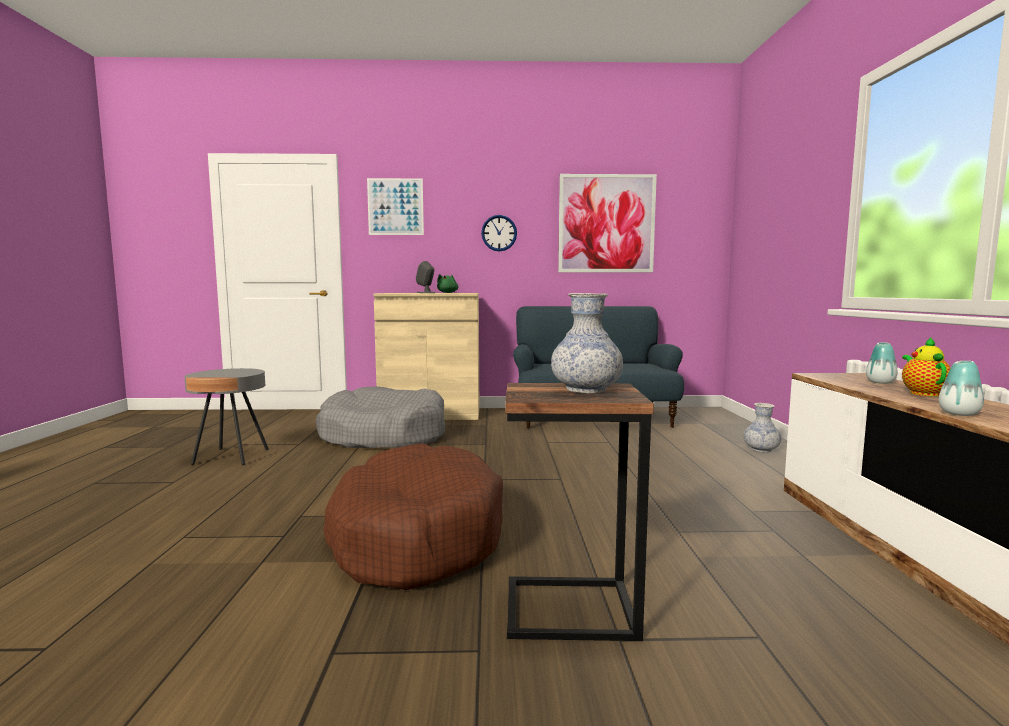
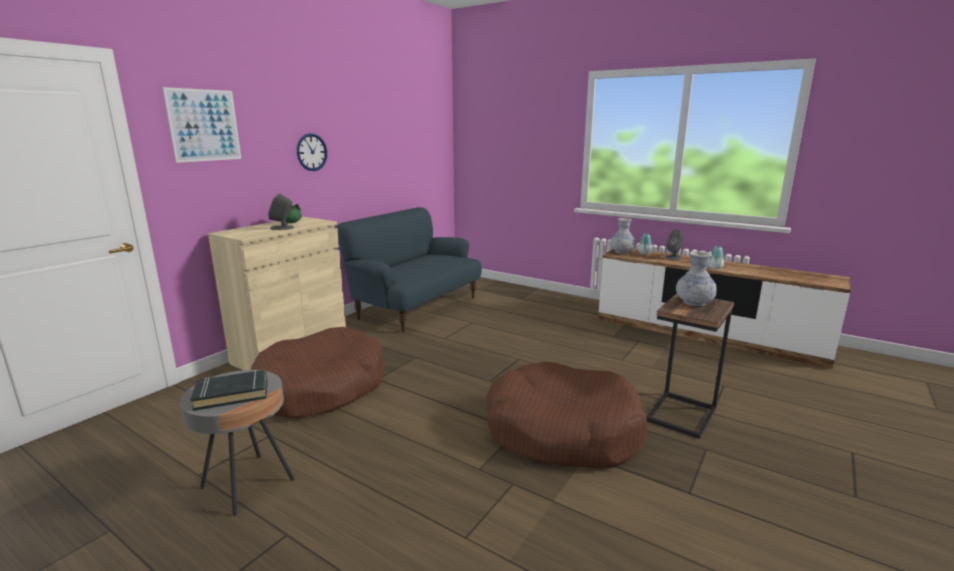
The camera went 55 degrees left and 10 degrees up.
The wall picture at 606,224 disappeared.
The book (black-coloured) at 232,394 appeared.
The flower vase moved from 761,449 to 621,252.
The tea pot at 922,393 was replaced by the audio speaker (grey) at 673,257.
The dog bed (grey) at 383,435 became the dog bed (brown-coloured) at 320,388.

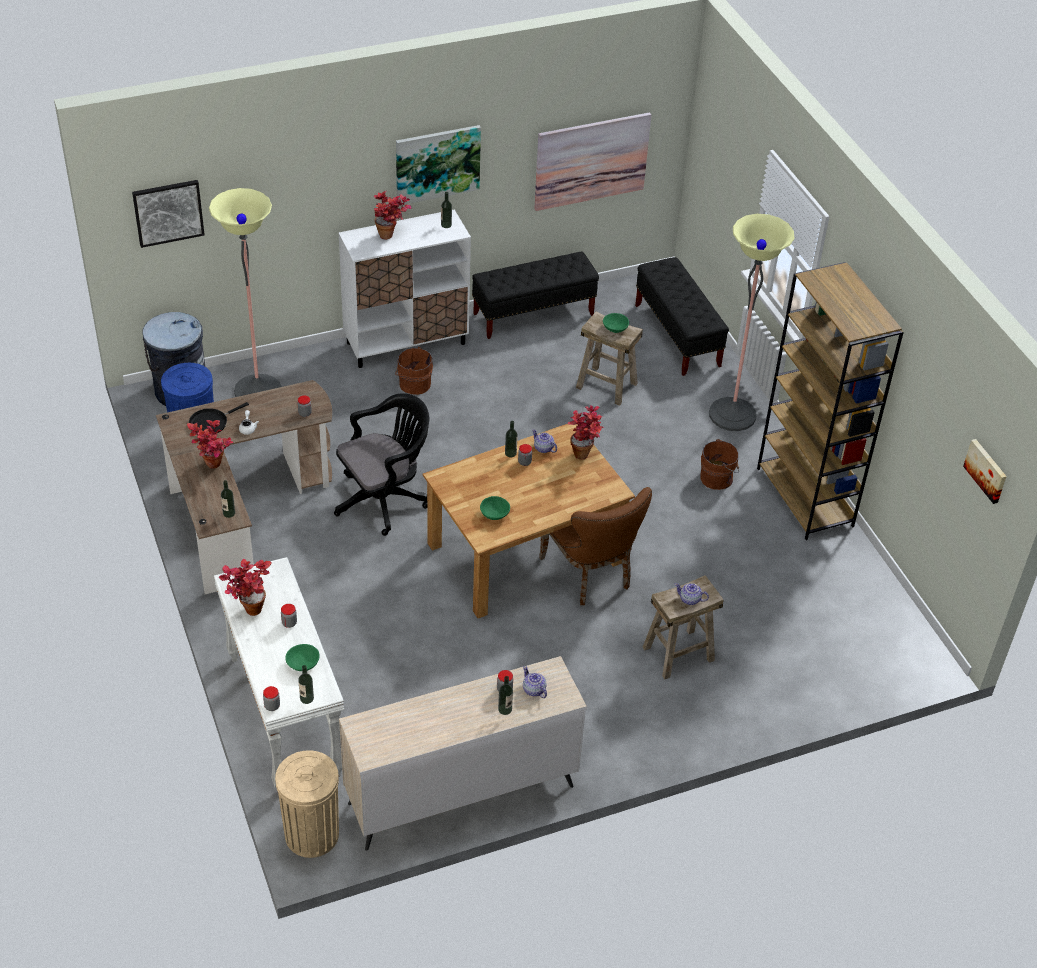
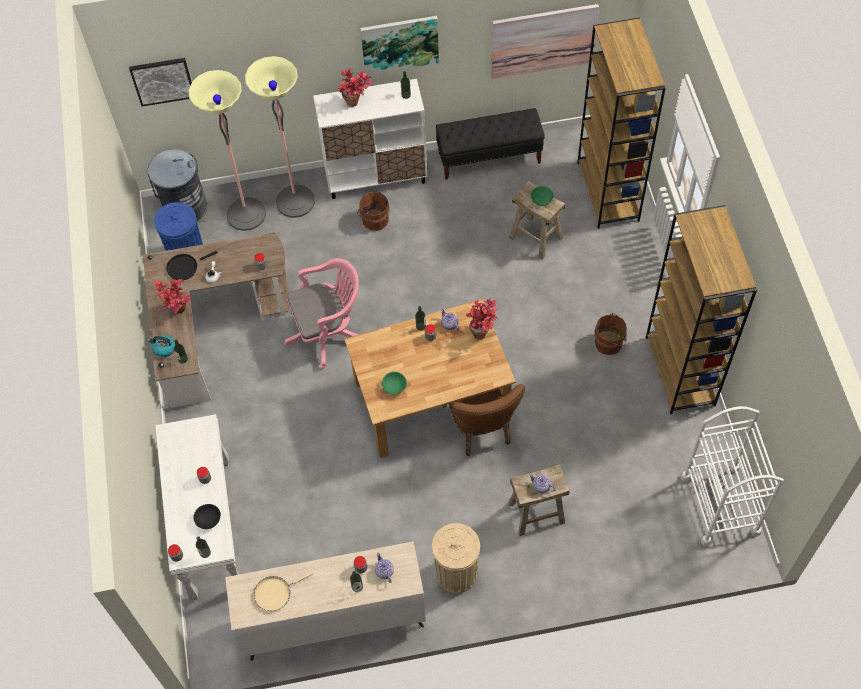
The camera went 15 degrees right and 15 degrees up.
The houseplant at 248,608 disappeared.
The wall picture at 986,470 disappeared.
The kettle at 164,348 appeared.
The frying pan (sand-coloured) at 275,593 appeared.
The wheeled cart (whitish) at 720,504 appeared.
The trash can (sand-coloured) moved from 312,834 to 456,573.
The floor lamp moved from 732,415 to 295,201.
The long seat (black-coloured) at 677,336 was replaced by the bookshelf (brown-coloured) at 608,192.
The serving bowl (green-coloured) at 303,664 became the serving bowl (black-coloured) at 208,520.
The office chair (black-coloured) at 385,499 became the office chair (pink-coloured) at 328,333.

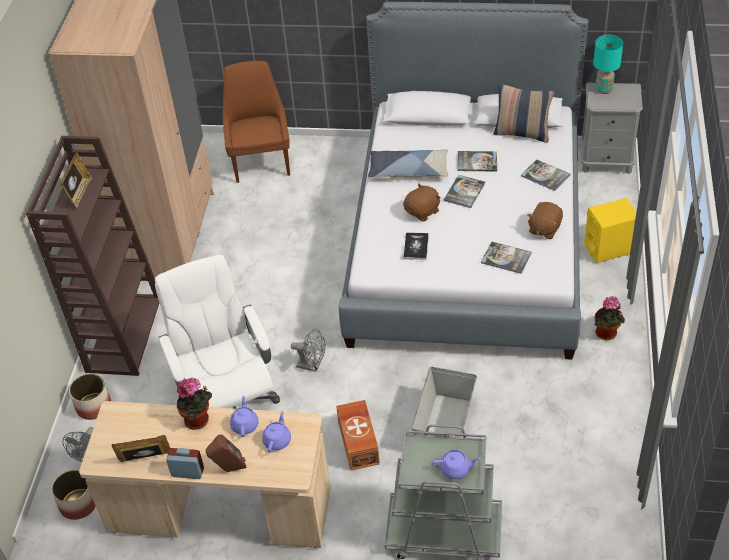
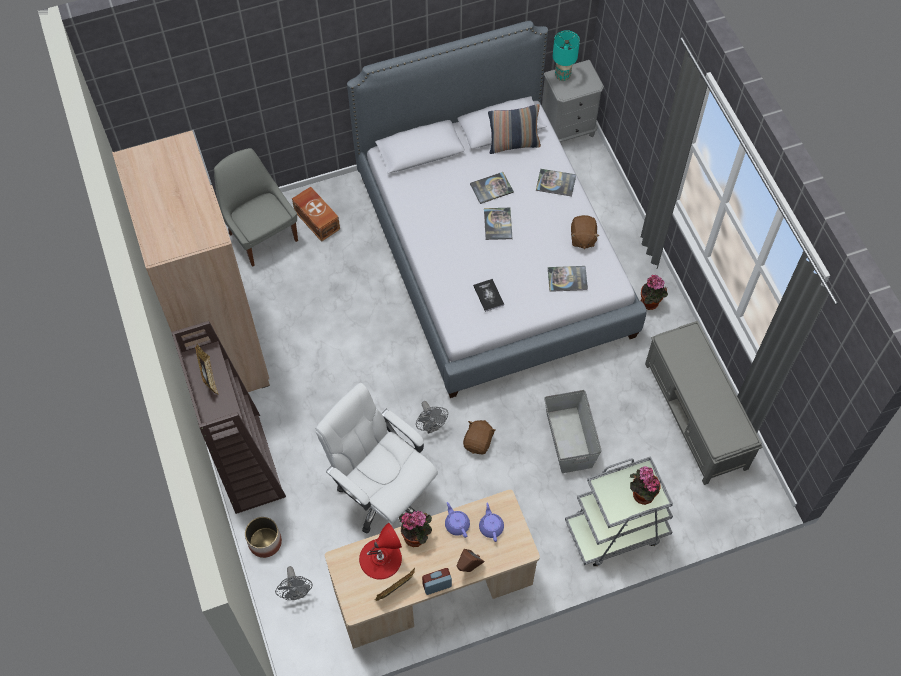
The camera went 30 degrees left and 15 degrees up.
The planter at 78,504 disappeared.
The cushion at 408,170 disappeared.
The audio speaker (yellowish) at 609,248 disappeared.
The tabletop lamp (red-coloured) at 380,558 appeared.
The long seat (grey) at 696,416 appeared.
The storage bin (brown-coloured) moved from 359,442 to 317,219.
The cuddly toy (brown-coloured) moved from 422,212 to 478,442.
The tea pot (purple) at 455,469 was replaced by the houseplant at 641,494.
The chair (brown-coloured) at 261,162 became the chair (grey) at 261,235.
The fan (grey) at 312,365 turned 75 degrees clockwise.

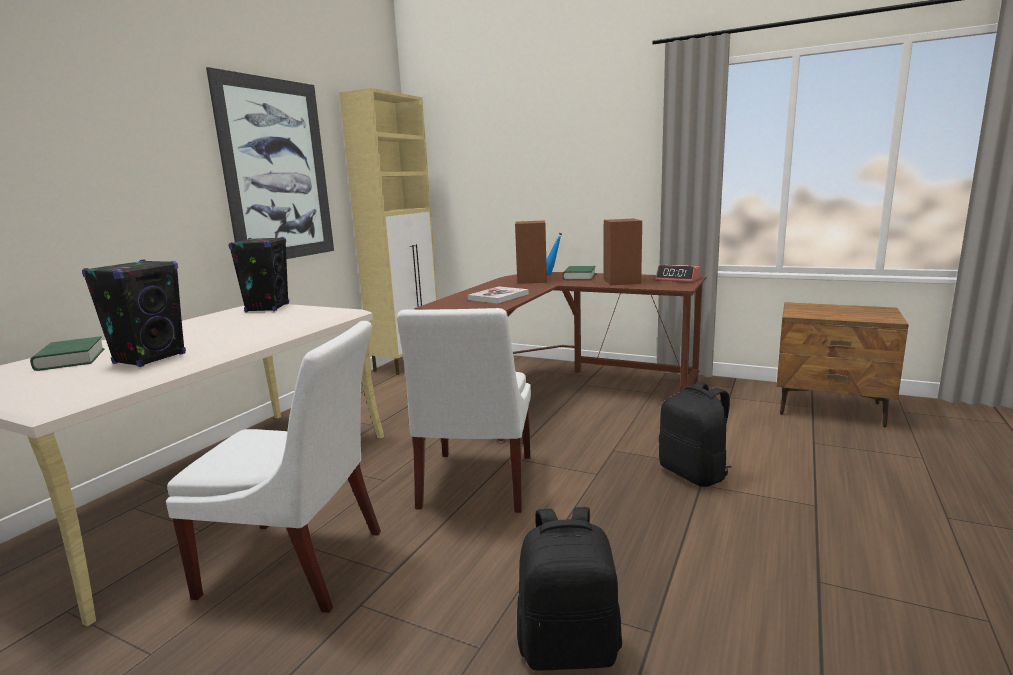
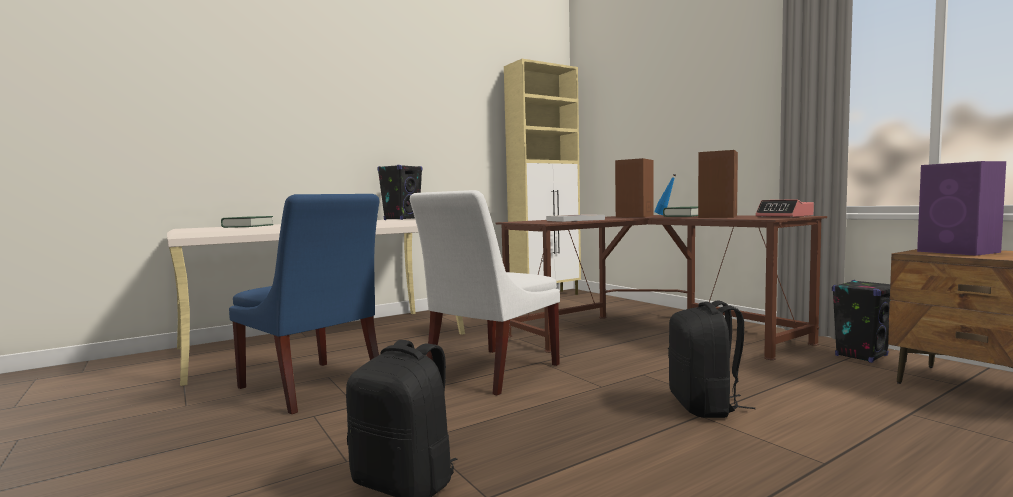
The camera went 30 degrees right and 10 degrees down.
The wall picture at 277,171 disappeared.
The audio speaker (purple) at 960,252 appeared.
The audio speaker (black-coloured) moved from 150,358 to 861,356.
The chair (whitish) at 300,565 became the chair (blue-coloured) at 313,387.

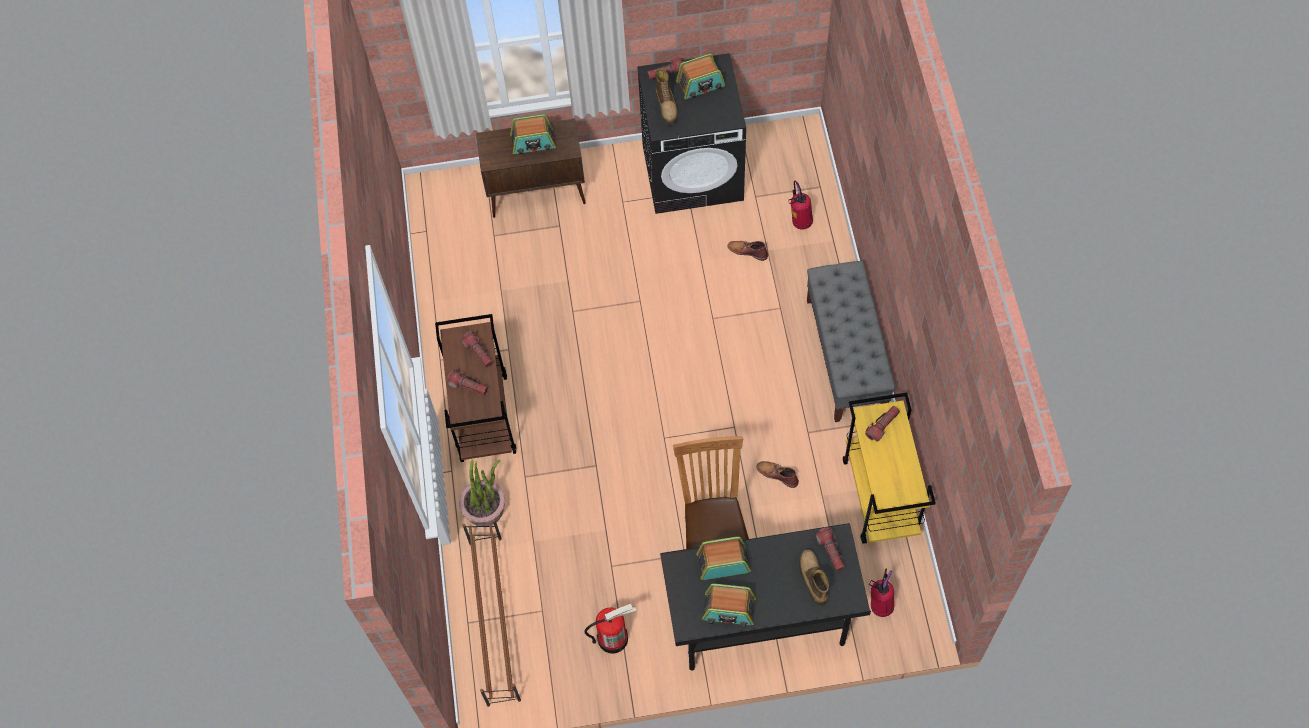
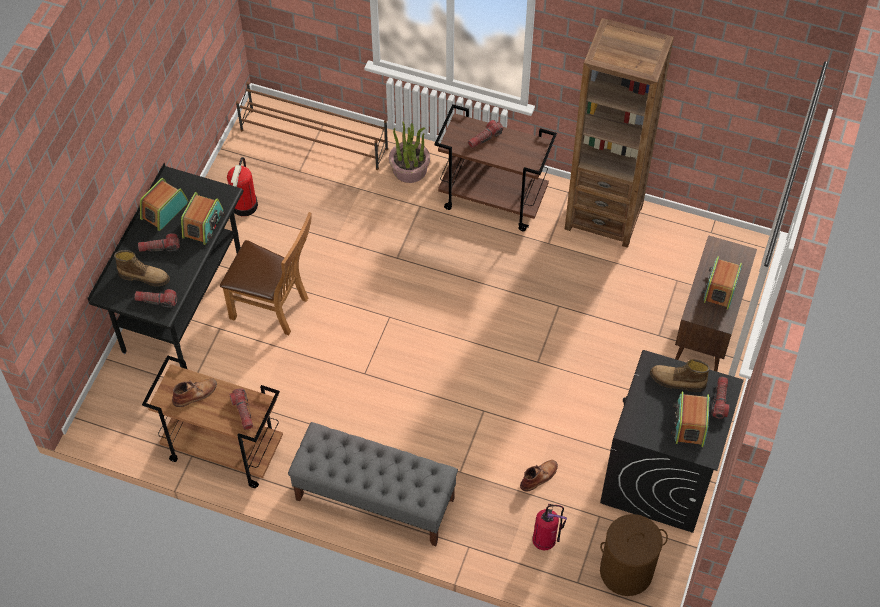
The camera went 115 degrees right and 5 degrees down.
The extinguisher at 880,605 disappeared.
The bookshelf (brown-coloured) at 604,217 appeared.
The laundry basket (brown-coloured) at 625,571 appeared.
The flashlight moved from 478,352 to 159,247.
The high-top boot (brown-coloured) moved from 777,474 to 195,394.
The wheeled cart (yellowish) at 881,497 became the wheeled cart (brown-coloured) at 223,451.

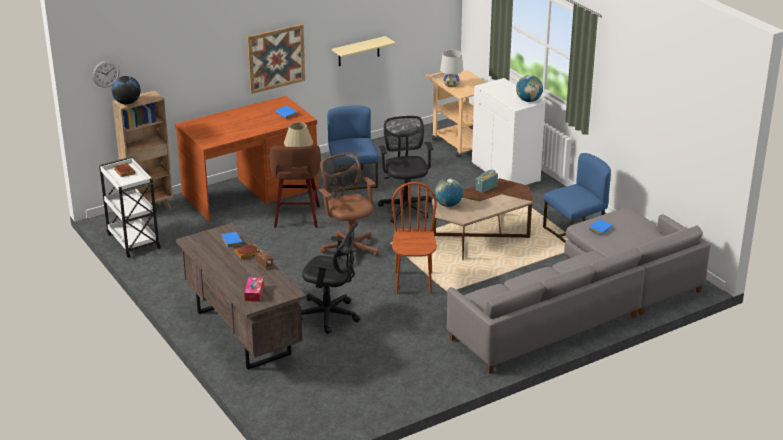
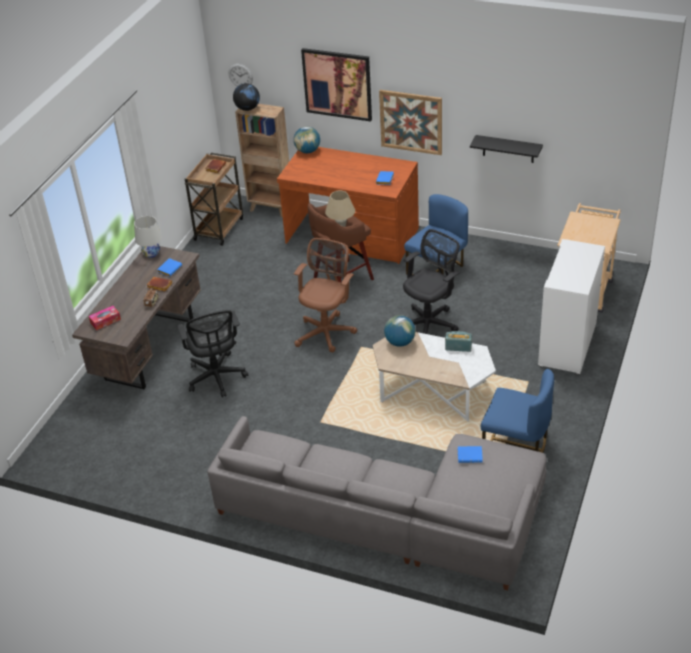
The camera went 55 degrees right and 10 degrees up.
The chair (brown-coloured) at 413,282 disappeared.
The wall picture at 337,84 appeared.
The tabletop lamp (whitish) moved from 451,84 to 151,253.
The desk globe moved from 528,100 to 308,151.
The wheeled cart (whitish) at 133,240 became the wheeled cart (brown-coloured) at 219,228.
The wall shelf (sand-coloured) at 358,51 became the wall shelf (black-coloured) at 508,149.
The lounge table (brown-coloured) at 481,237 became the lounge table (whitish) at 433,392.

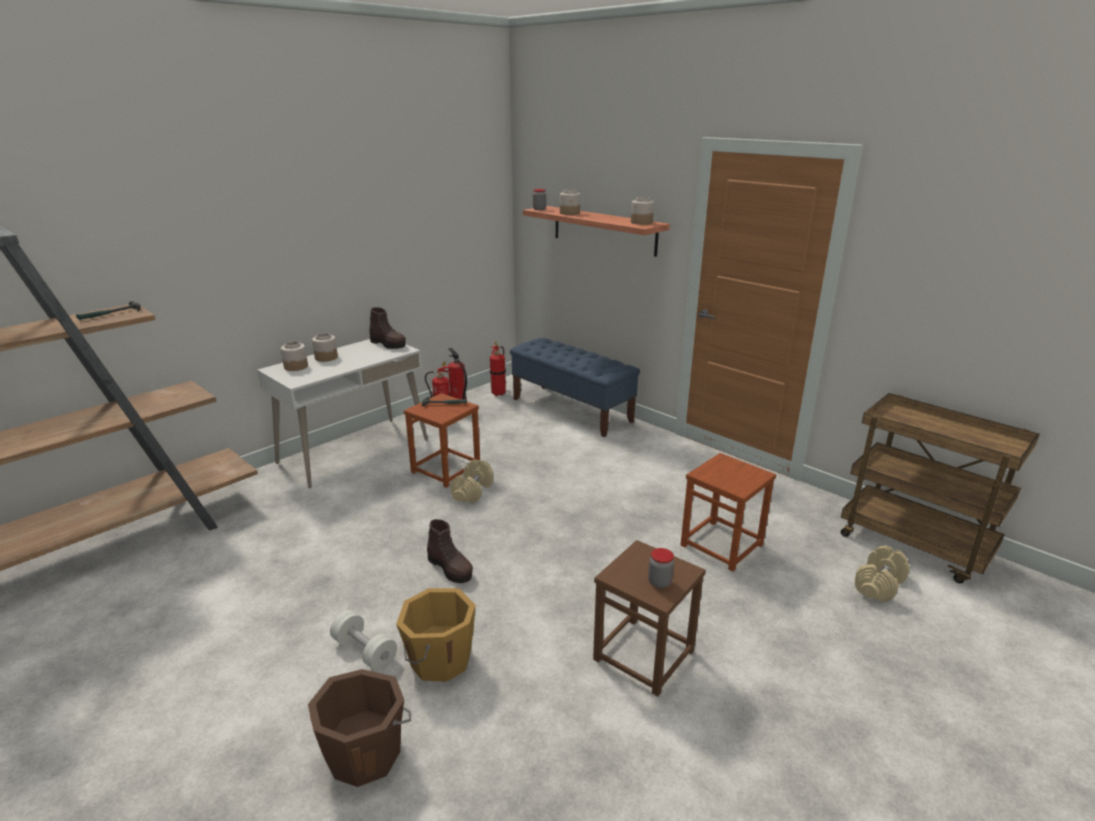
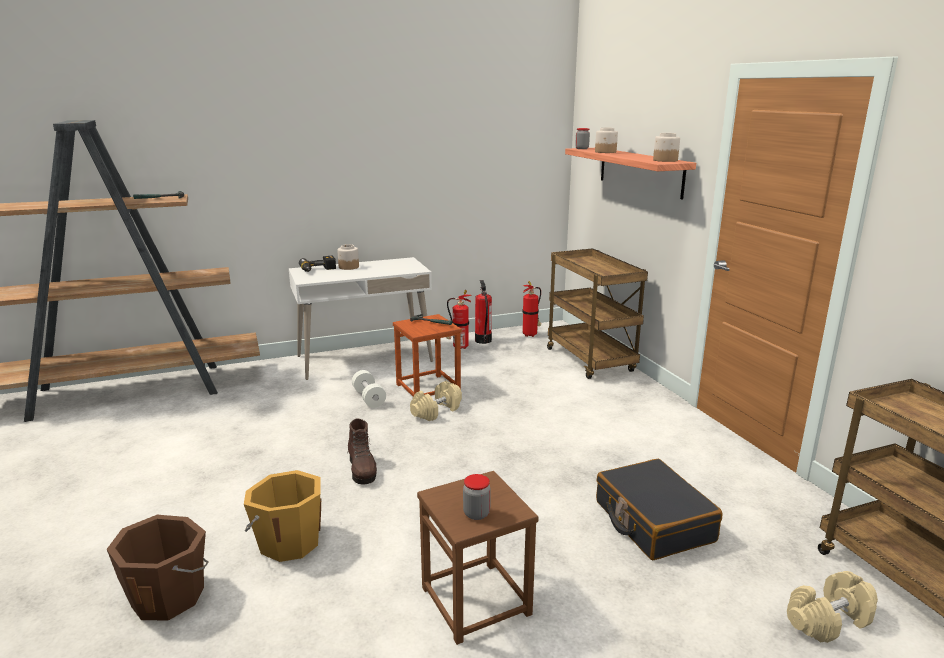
The camera went 25 degrees right and 5 degrees down.
The high-top boot (brown-coloured) at 388,344 disappeared.
The free weight (whitish) moved from 365,651 to 369,398.
The jar at 296,366 was replaced by the power drill at 318,270.
The long seat (blue-coloured) at 572,410 was replaced by the wheeled cart (brown-coloured) at 591,361.
The stool seat (brown-coloured) at 722,545 was replaced by the suitcase (black-coloured) at 653,521.

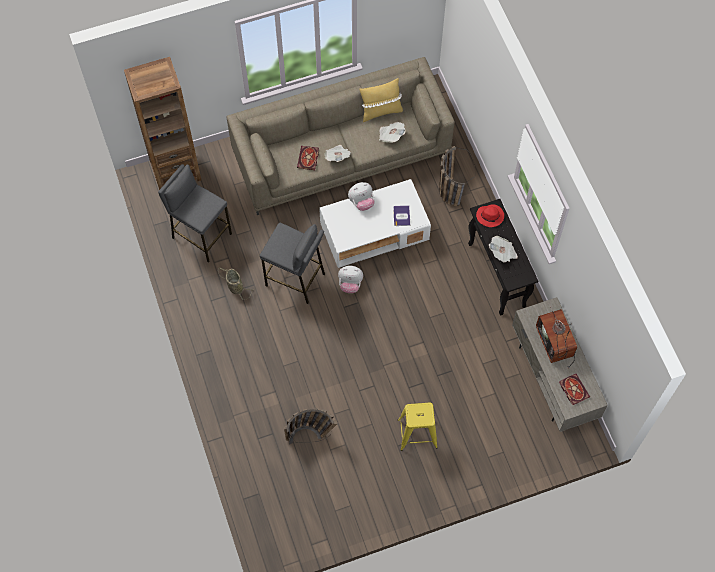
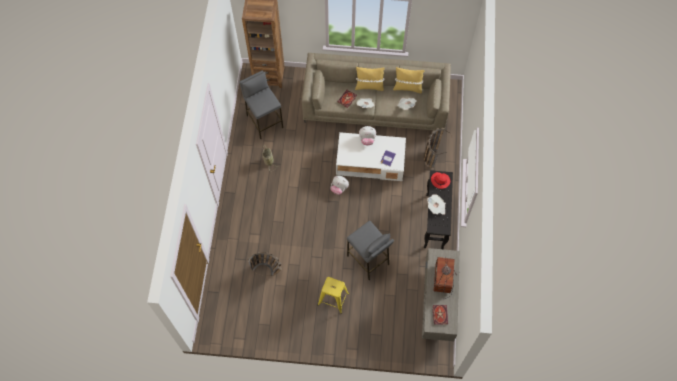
The camera went 25 degrees right and 0 degrees up.
The cushion (yellowish) at 369,86 appeared.
The stool seat (grey) moved from 295,280 to 368,260.

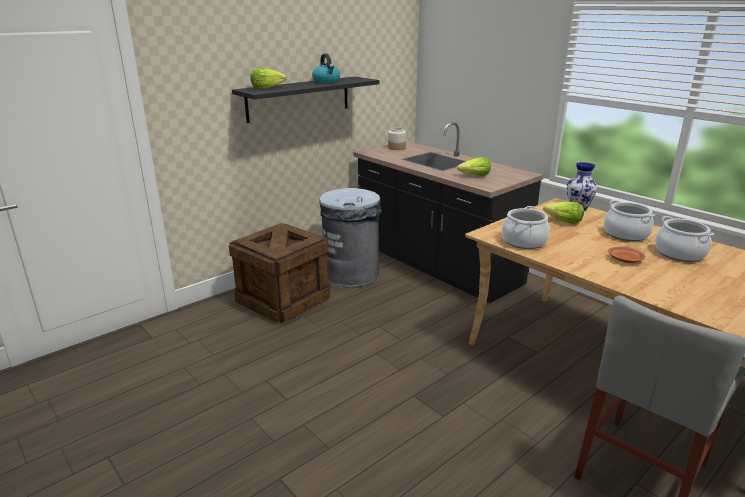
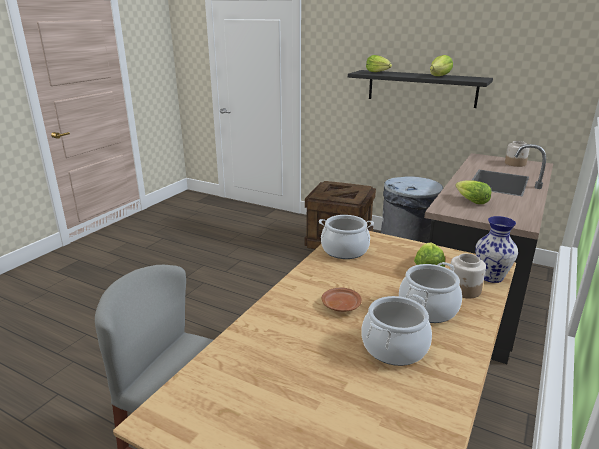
The camera went 70 degrees right and 0 degrees up.
The jar at 464,290 appeared.
The kettle at 326,81 was replaced by the head of lettuce at 440,76.

